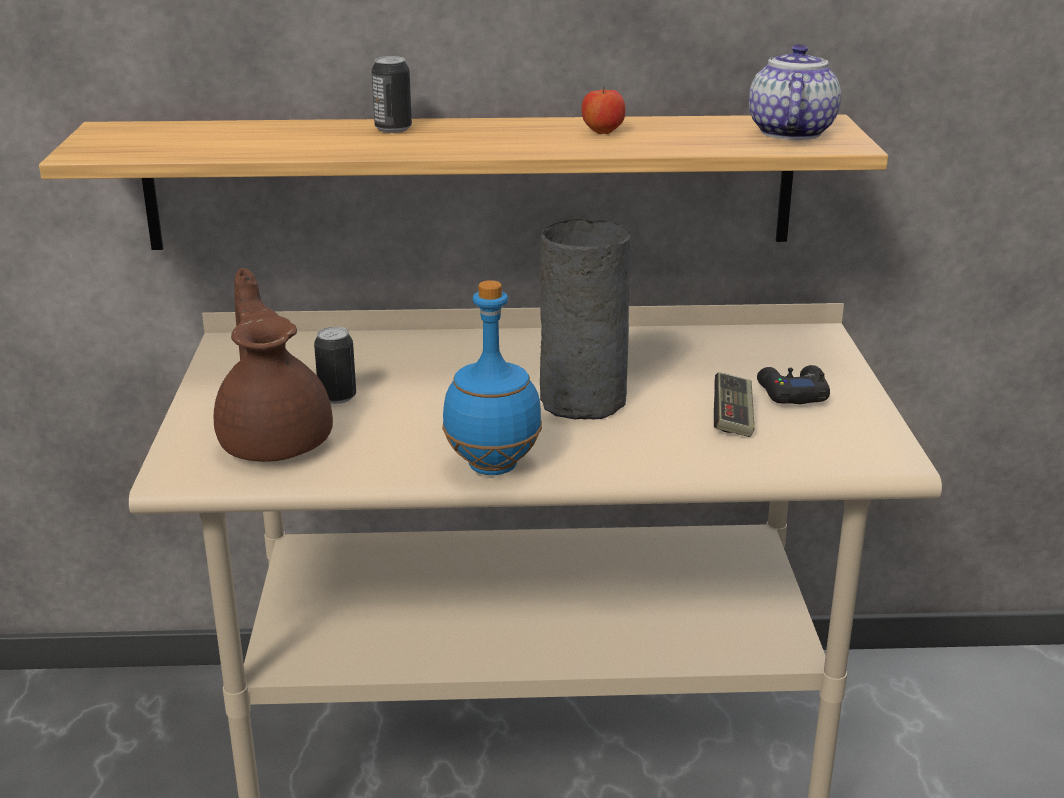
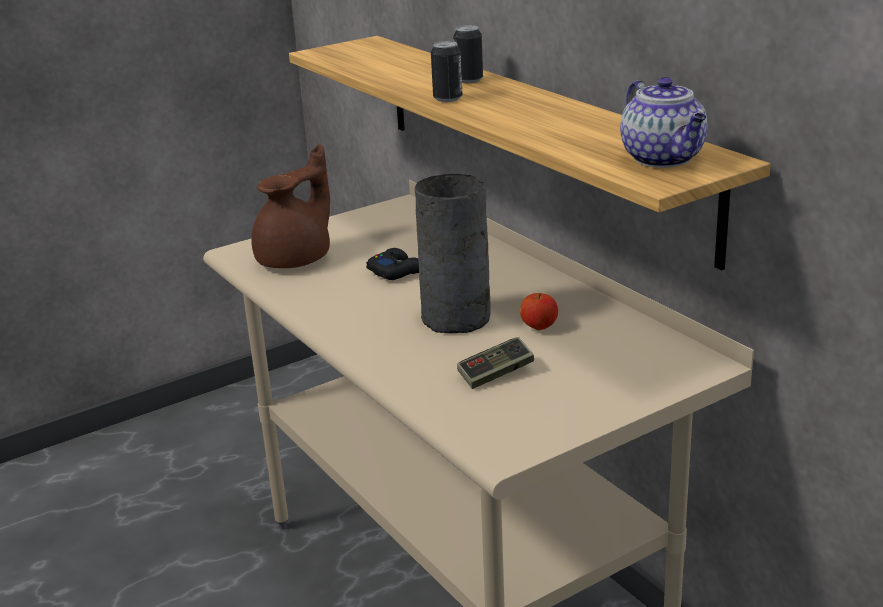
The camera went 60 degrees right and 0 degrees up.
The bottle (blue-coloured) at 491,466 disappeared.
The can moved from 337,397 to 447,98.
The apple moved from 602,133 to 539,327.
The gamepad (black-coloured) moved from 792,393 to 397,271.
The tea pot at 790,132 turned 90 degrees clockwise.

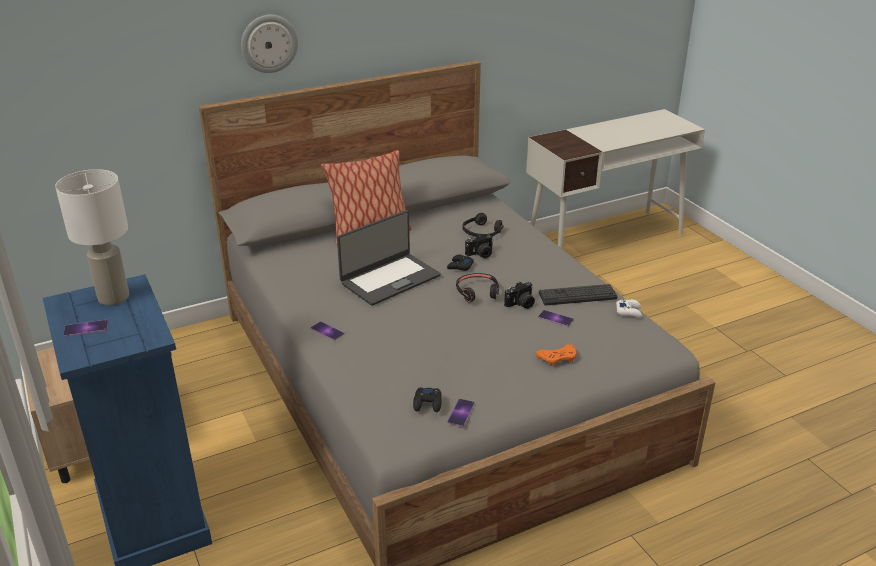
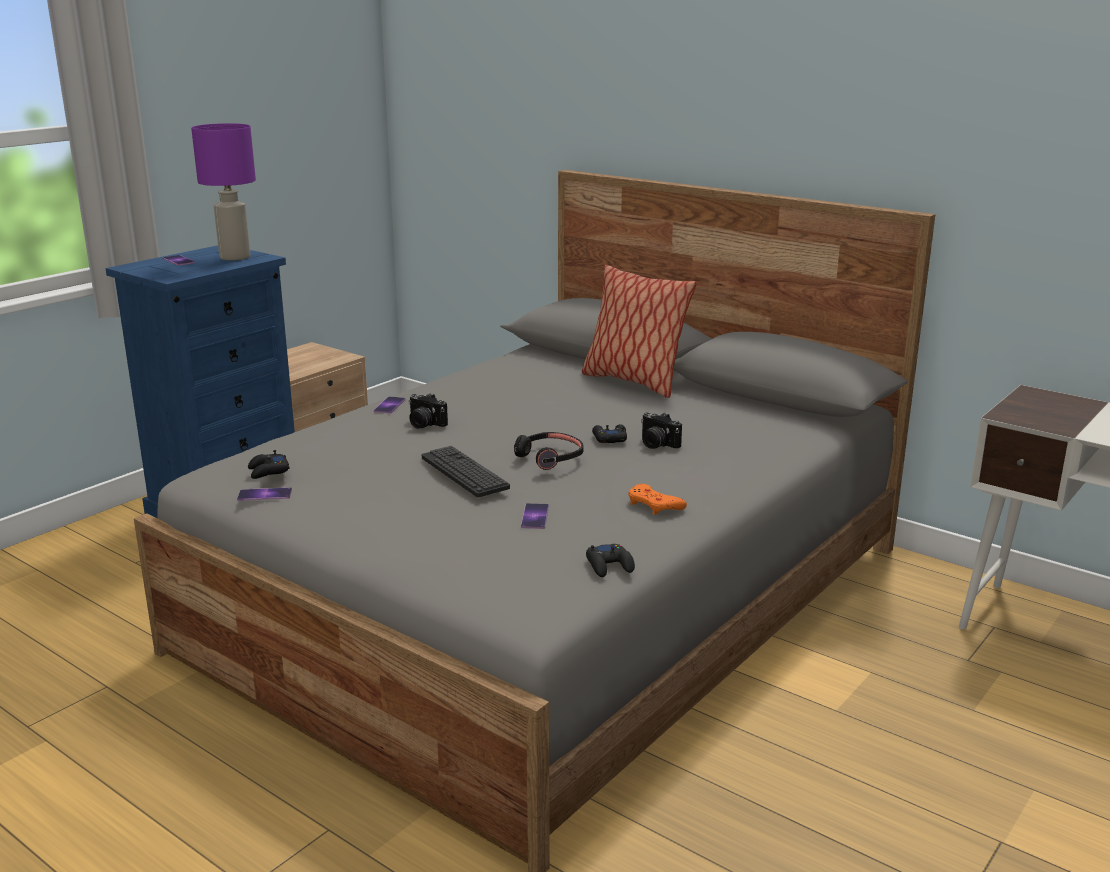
The camera went 65 degrees right and 10 degrees down.
The wall clock at 269,43 disappeared.
The portable computer at 389,279 disappeared.
The headphones (black-coloured) at 482,232 disappeared.
The photo camera moved from 521,304 to 424,424.
The gamepad (orange-coloured) moved from 557,358 to 654,505.
The keyboard moved from 577,295 to 464,472.
The tabletop lamp (whitish) at 114,298 became the tabletop lamp (purple) at 235,257.
The gamepad (whitish) at 629,311 became the gamepad (black-coloured) at 609,566.

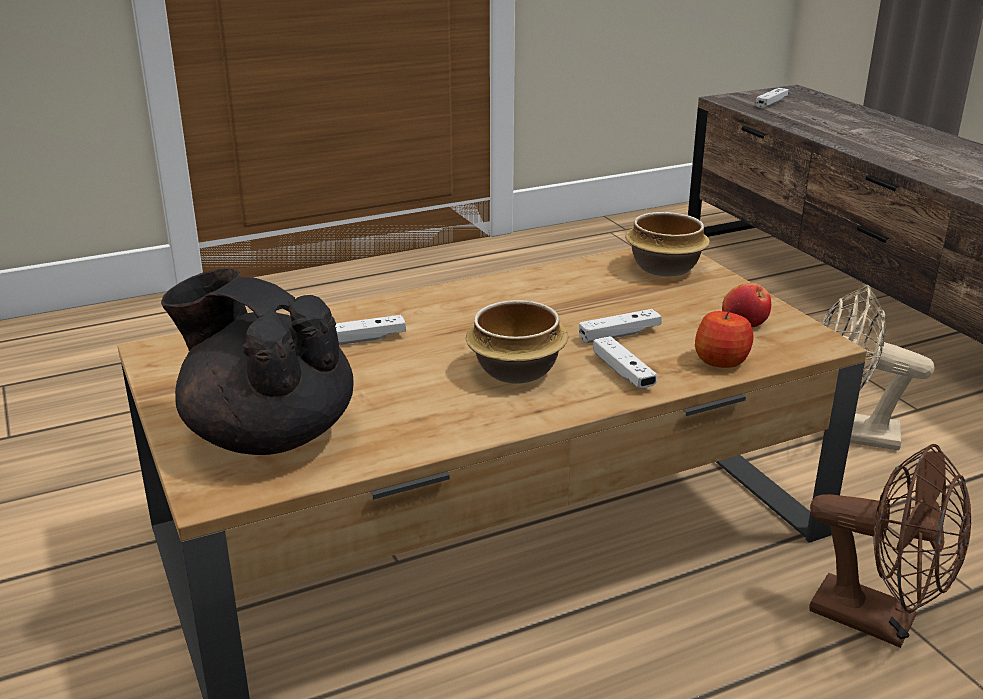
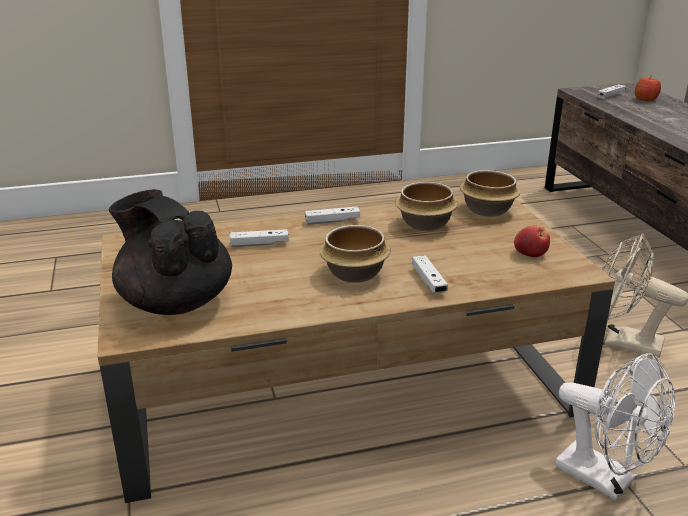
The camera went 10 degrees right and 0 degrees up.
The serving bowl at 426,224 appeared.
The gamepad (whitish) moved from 619,334 to 332,221.
The apple moved from 721,361 to 645,99.
The fan (brown-coloured) at 879,621 became the fan (whitish) at 605,479.

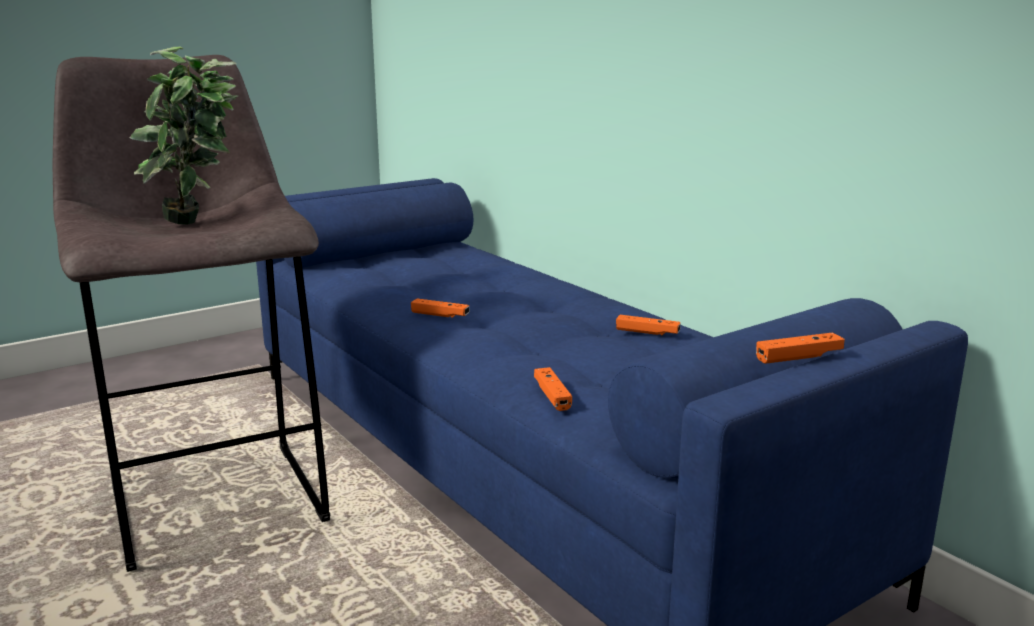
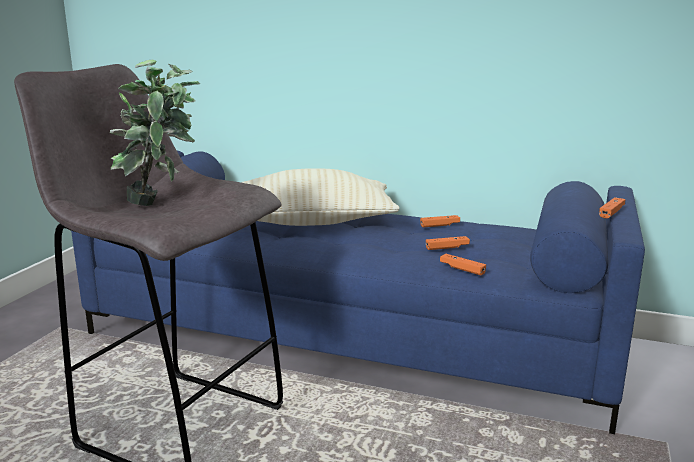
The camera went 35 degrees left and 0 degrees up.
The cushion (sand-coloured) at 311,222 appeared.
The gamepad (orange-coloured) moved from 440,315 to 447,247.

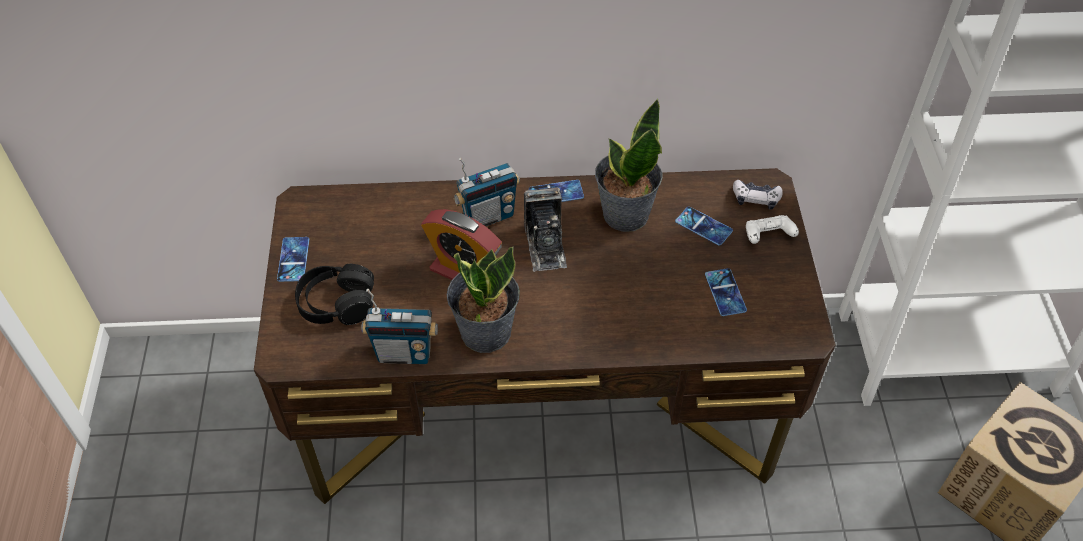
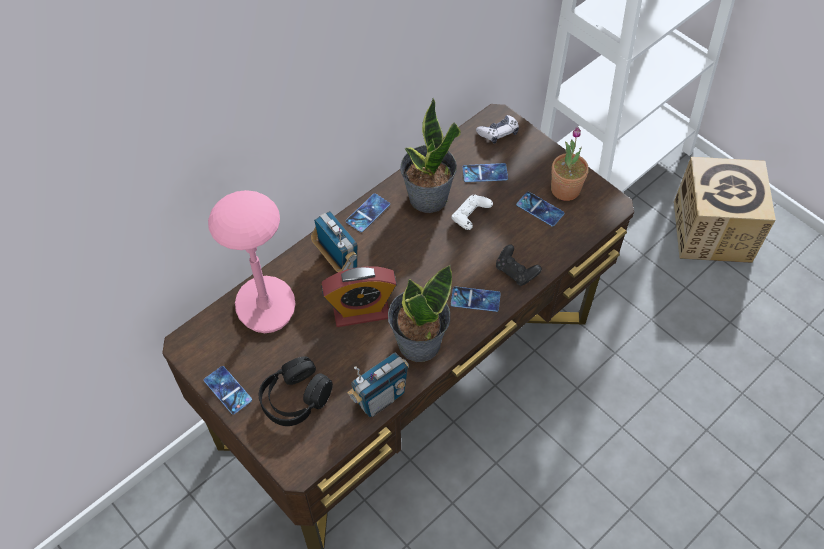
The camera went 40 degrees left and 5 degrees up.
The photo camera at 545,245 disappeared.
The tabletop lamp (pink-coloured) at 265,306 appeared.
The phone at 475,299 appeared.
The gamepad (black-coloured) at 516,272 appeared.
The houseplant at 565,189 appeared.
The gamepad (whitish) moved from 767,236 to 470,217.
The radio set at 488,216 turned 60 degrees counterclockwise.

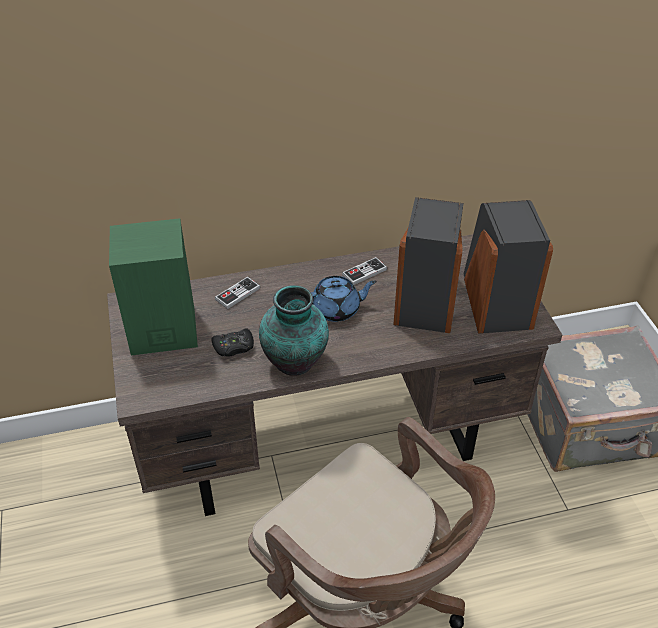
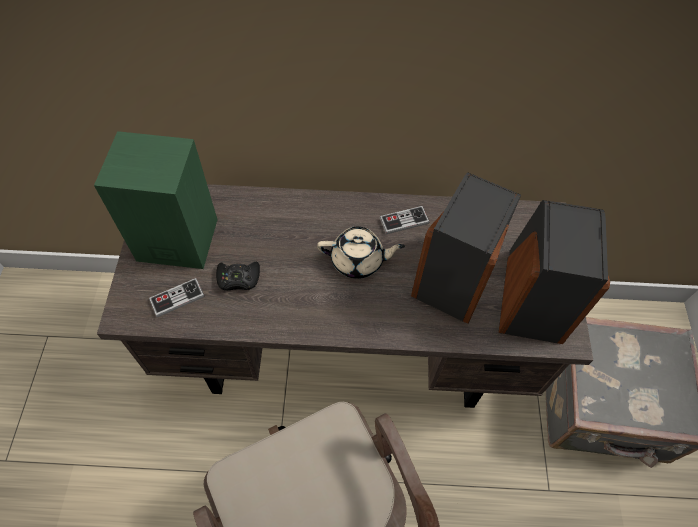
The camera went 15 degrees right and 15 degrees up.
The flower vase at 296,363 disappeared.
The gamepad moved from 237,294 to 177,298.
The tea pot (blue-coloured) at 336,309 became the tea pot (sand-coloured) at 358,260.

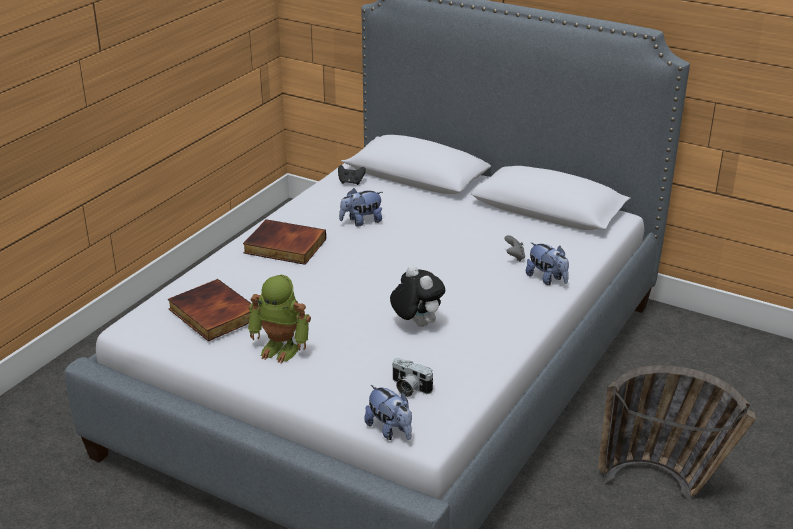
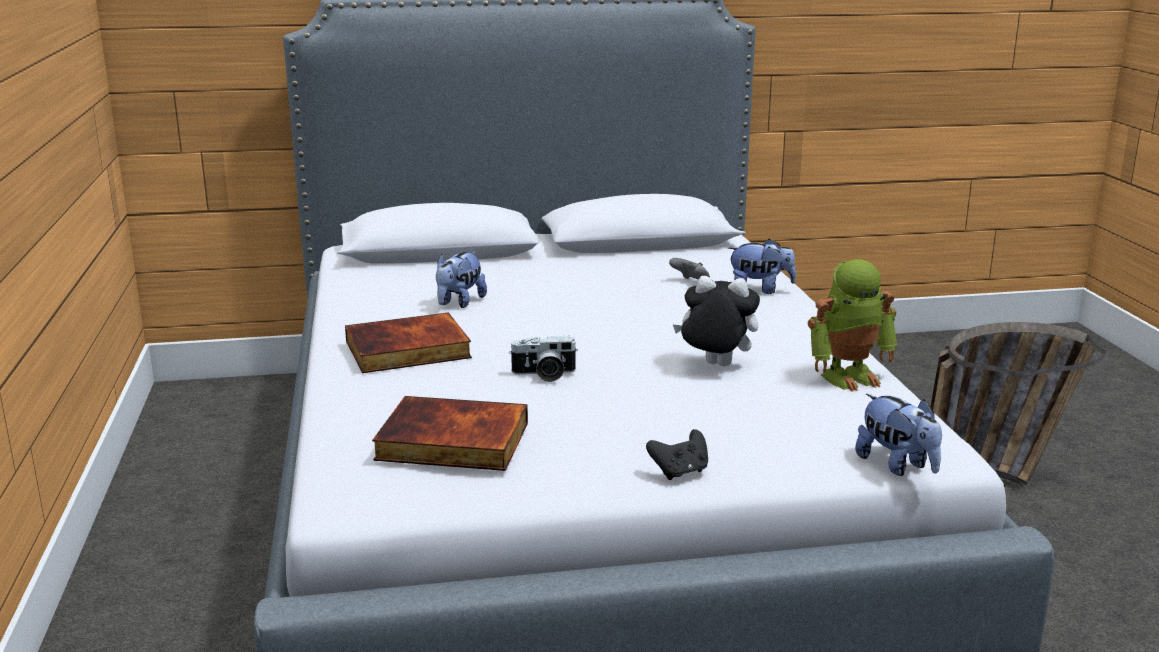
The camera went 40 degrees left and 10 degrees down.
The model robot moved from 281,349 to 848,376.
The gamepad (black-coloured) moved from 351,182 to 680,472.
The photo camera moved from 409,388 to 544,375.
The cuddly toy at 390,430 turned 45 degrees clockwise.

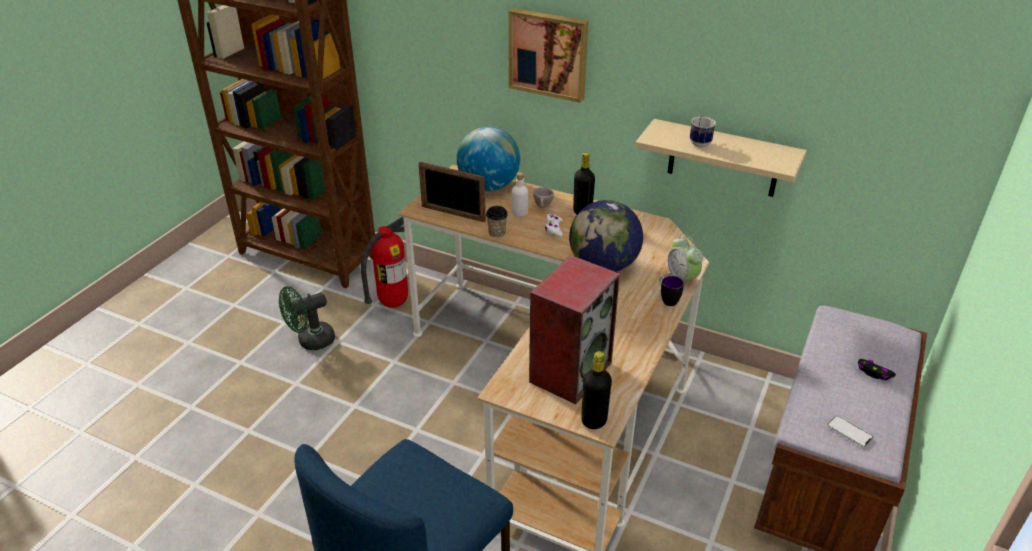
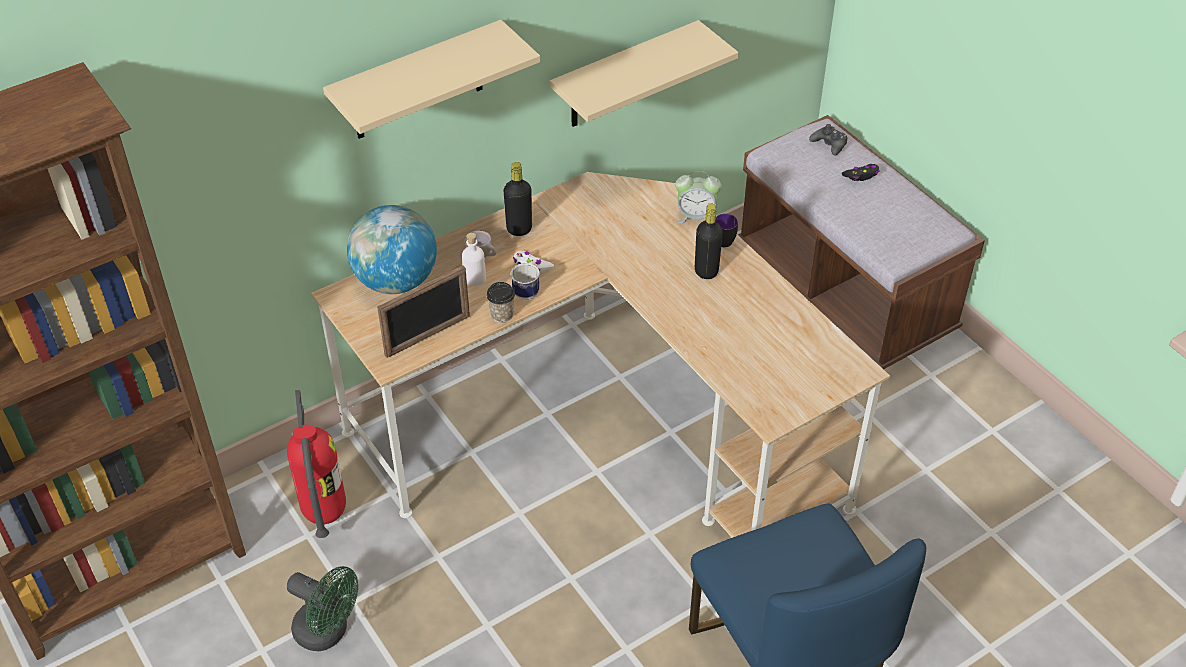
The camera went 60 degrees left and 10 degrees up.
The audio speaker at 570,371 disappeared.
The desk globe at 603,266 disappeared.
The phone at 849,432 disappeared.
The gamepad (black-coloured) at 829,144 appeared.
The bottle (black-coloured) moved from 594,420 to 706,271.
The coffee mug moved from 702,142 to 524,291.
The wall picture at 549,54 was replaced by the wall shelf (sand-coloured) at 417,82.
The fan (green-coloured) at 310,341 turned 60 degrees counterclockwise.

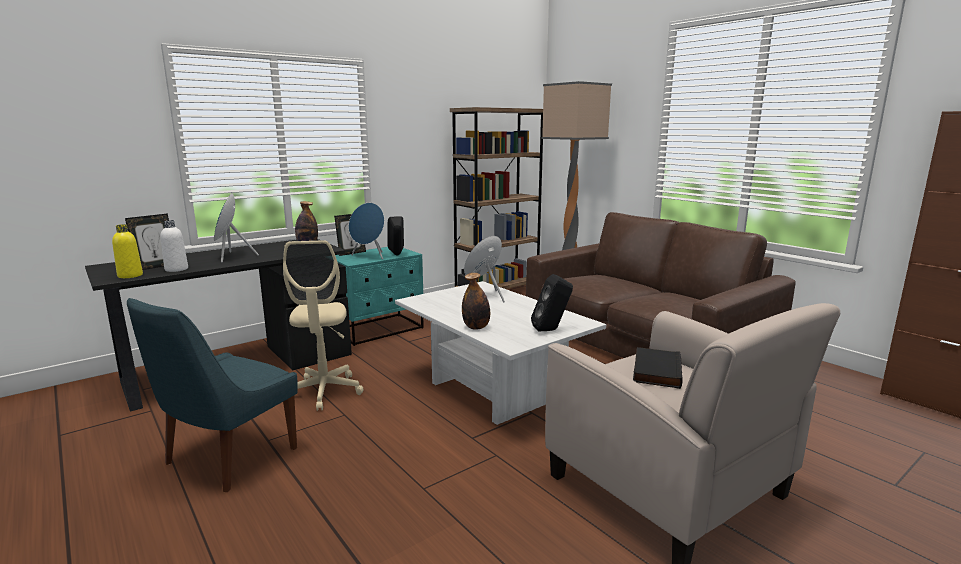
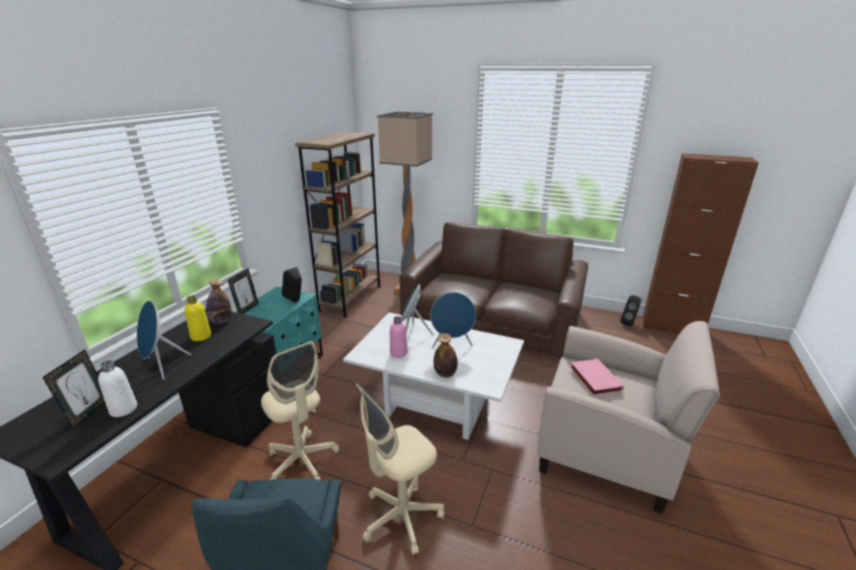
The camera went 30 degrees left and 10 degrees up.
The office chair (sand-coloured) at 401,517 appeared.
The bottle (pink-coloured) at 398,353 appeared.
The bottle (yellowish) moved from 130,275 to 201,336.
The audio speaker (blue-coloured) moved from 369,256 to 452,344.
The audio speaker (black-coloured) moved from 551,330 to 629,323.
The book (black-coloured) at 655,371 became the book (pink-coloured) at 593,379.

